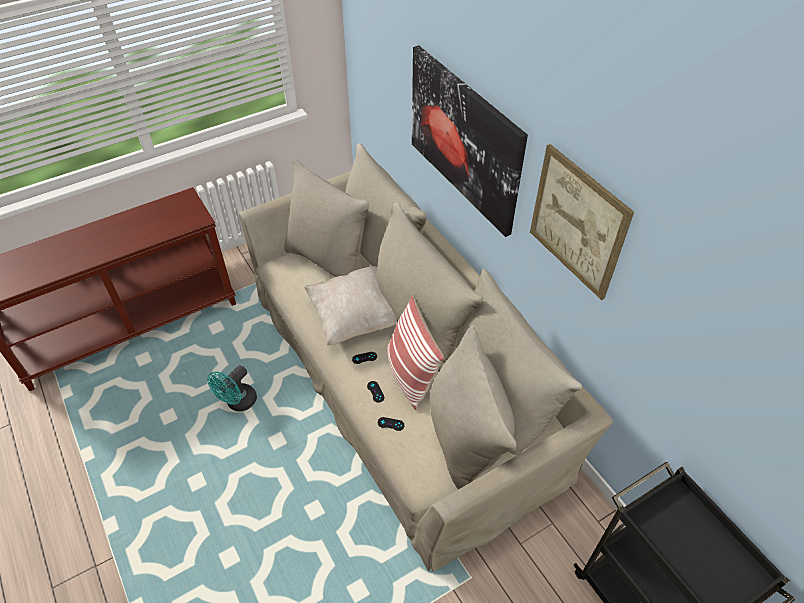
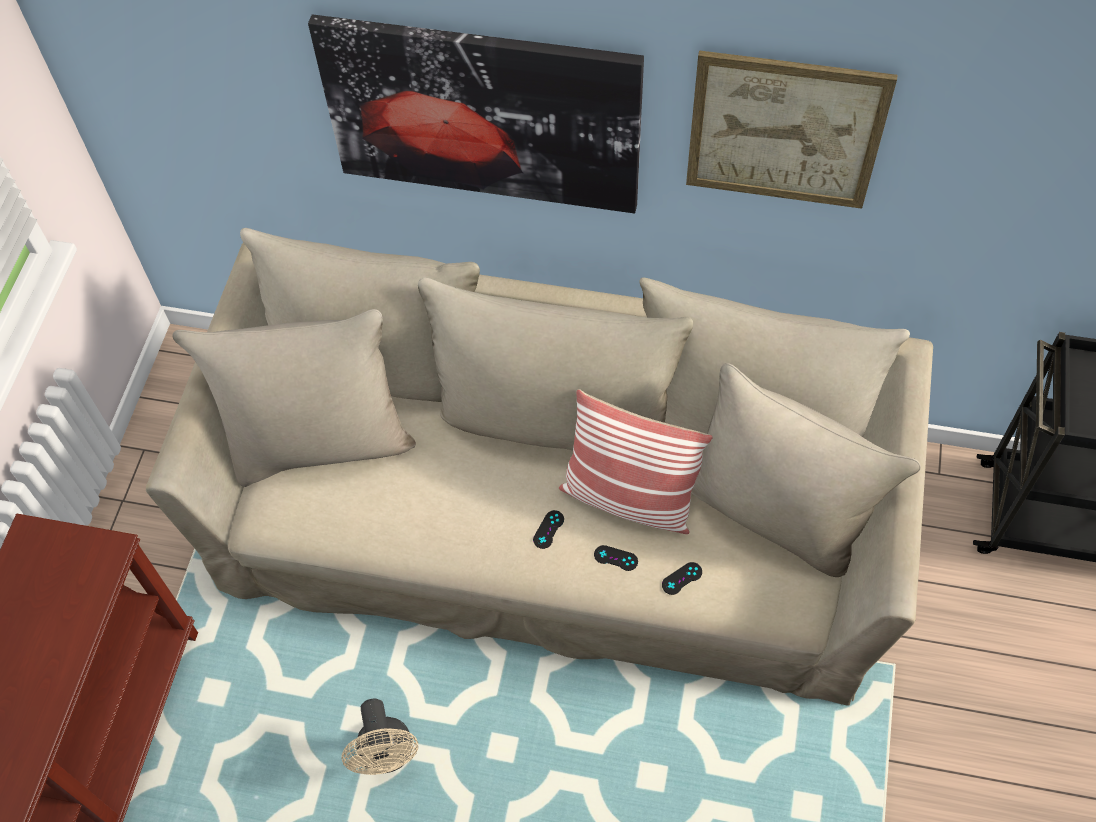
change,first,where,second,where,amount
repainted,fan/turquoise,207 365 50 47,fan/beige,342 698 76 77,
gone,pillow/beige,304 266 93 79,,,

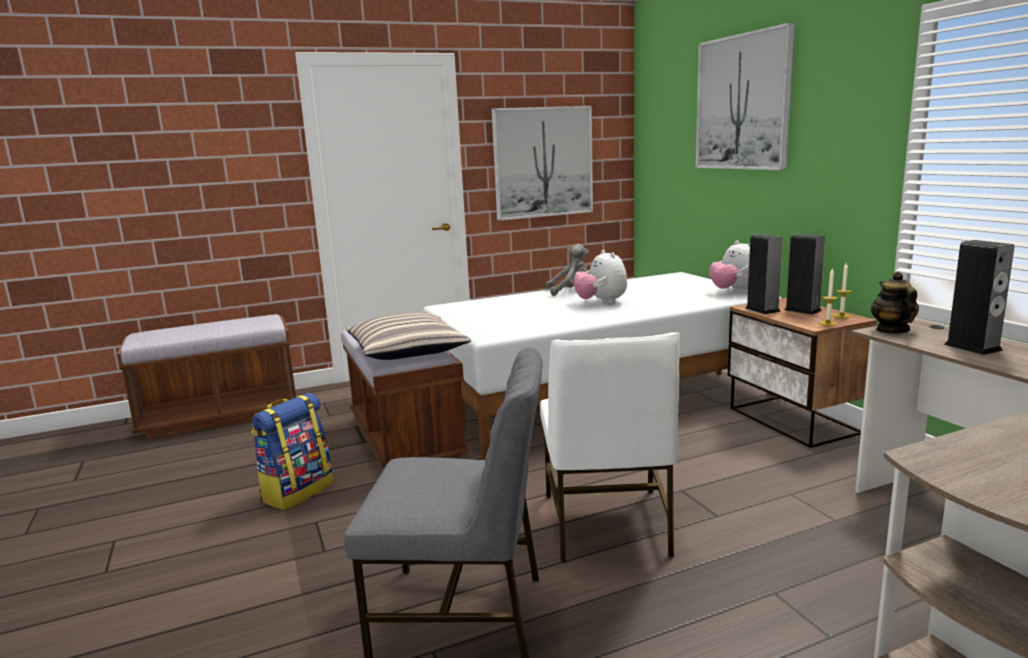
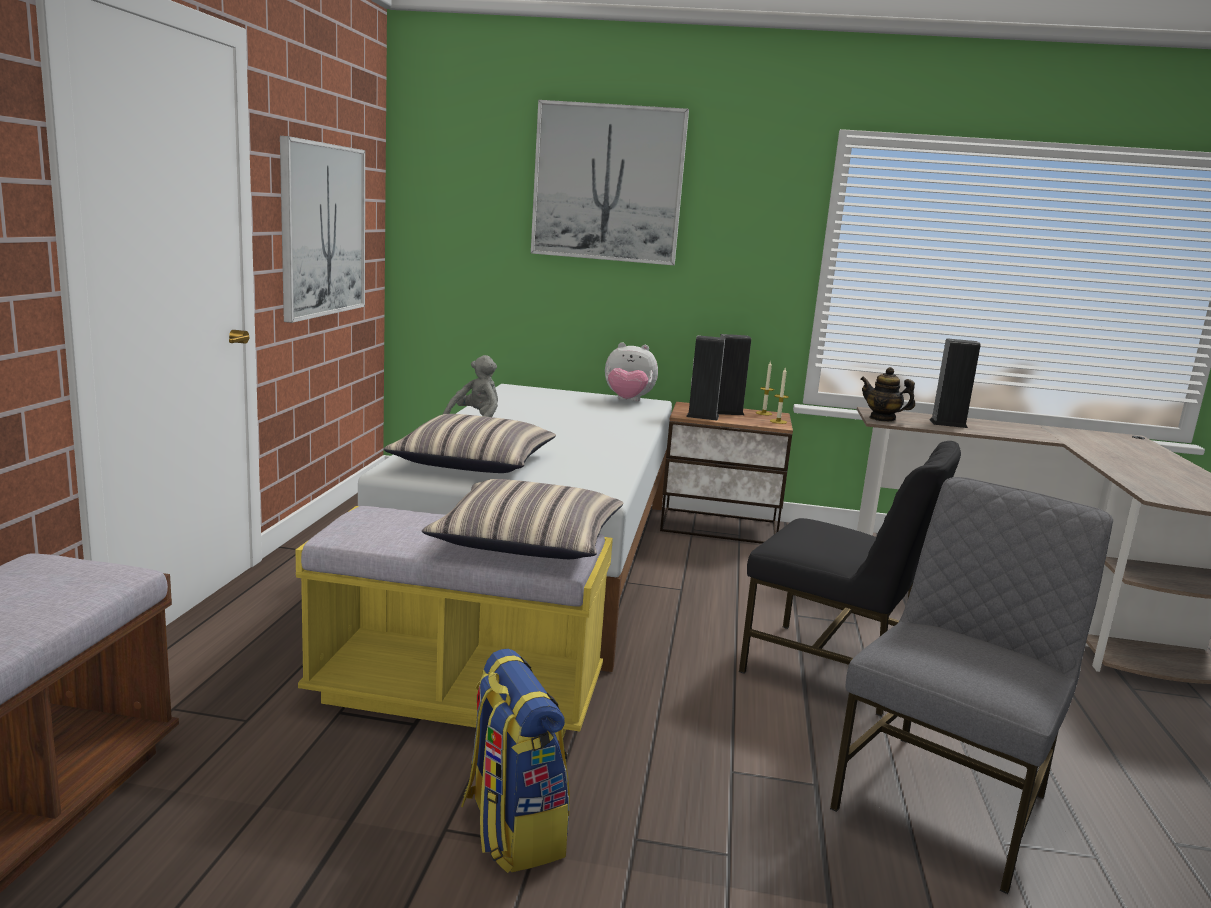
change,first,where,second,where,amount
repainted,bench/brown,341 330 128 140,bench/yellow,295 506 318 235,
repainted,chair/white,540 332 140 231,chair/black,739 441 222 275,
gone,plush toy,573 250 54 54,,,
new,,,pillow,383 414 173 59,

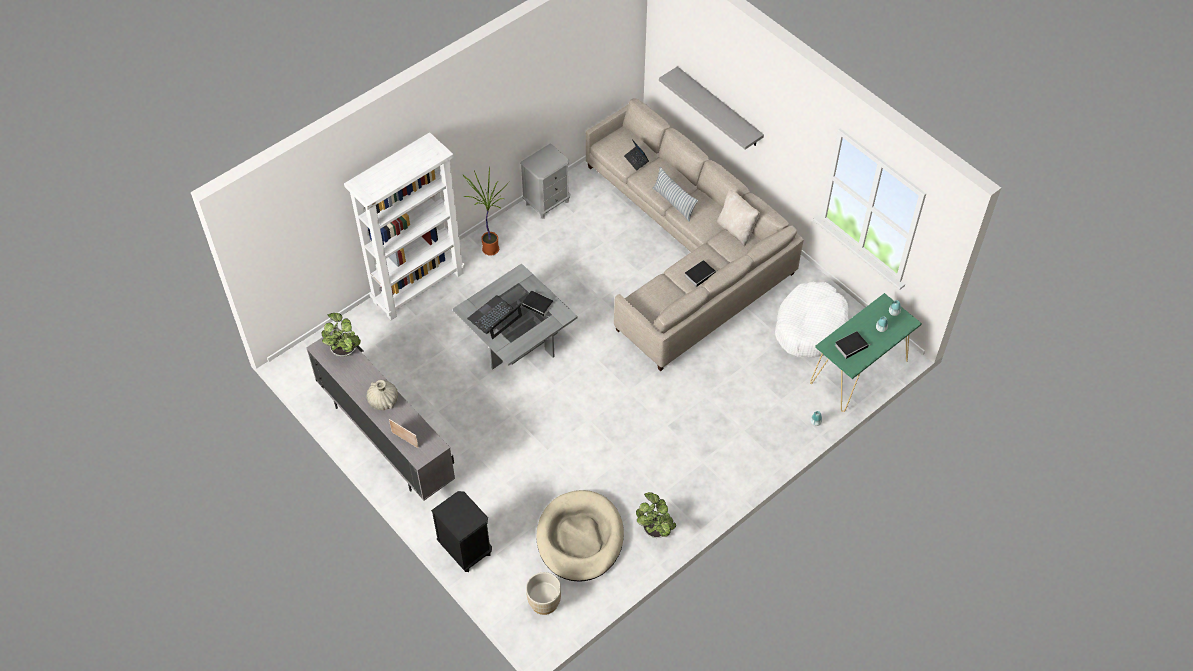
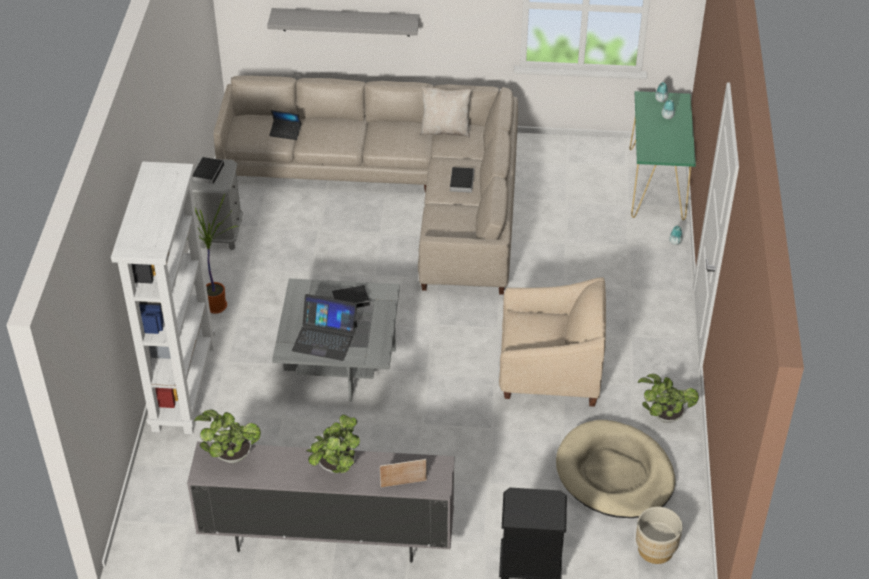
change,first,where,second,where,amount
swapped,vase/beige,366 380 32 30,potted plant,306 414 54 60,
rotated,laptop,467 295 56 44,,292 294 65 67,75 degrees counterclockwise
gone,pillow,652 167 46 55,,,
gone,dog bed/white,775 281 74 76,,,
shifted,book,835 331 35 28,,192 157 33 27,
new,,,armchair/beige,499 277 107 130,

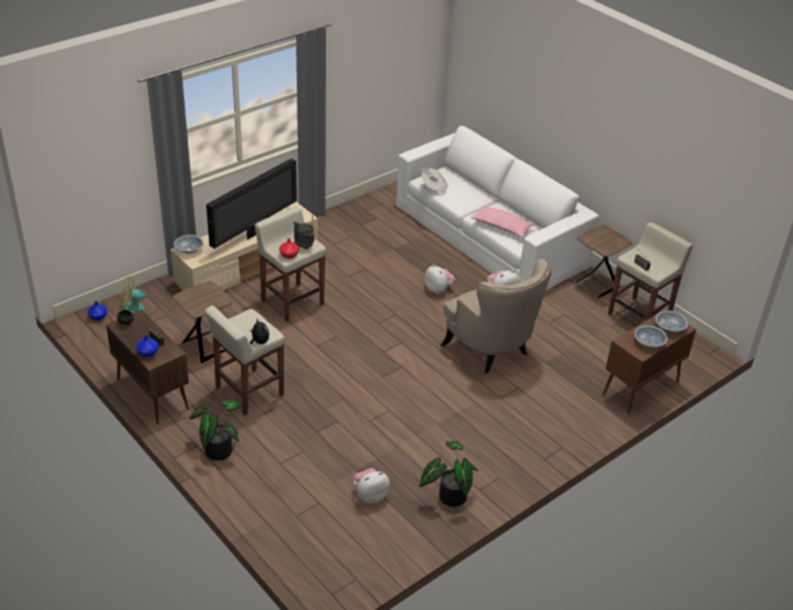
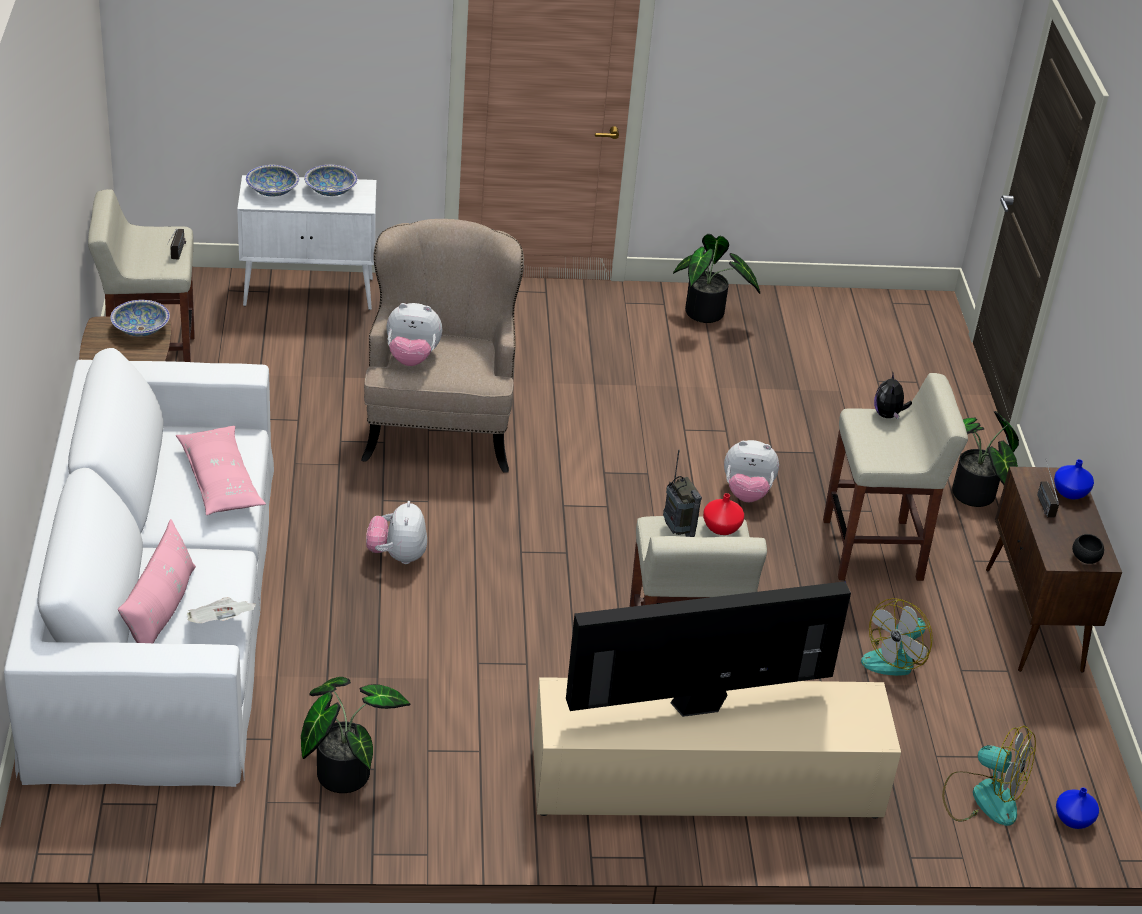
change,first,where,second,where,amount
swapped,side table/brown,173 281 59 82,fan,861 598 72 78,
shifted,bowl,174 235 30 19,,110 300 60 37,
shifted,plush toy,353 468 37 36,,724 440 55 62,
repainted,cabinet/brown,603 309 93 105,cabinet/white,237 175 139 135,
new,,,pillow/pink,118 519 78 124,
new,,,potted plant,301 677 110 116,

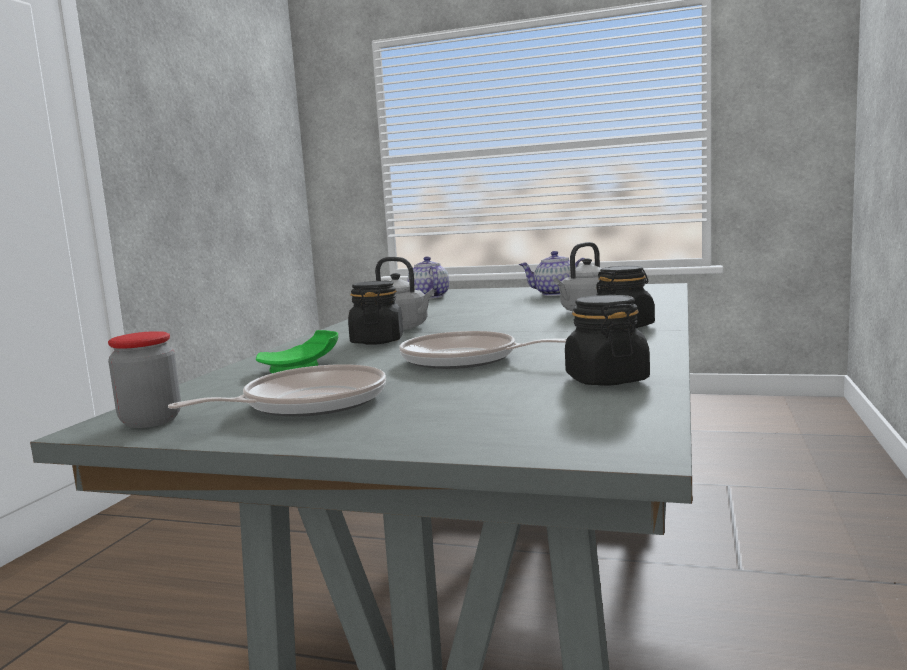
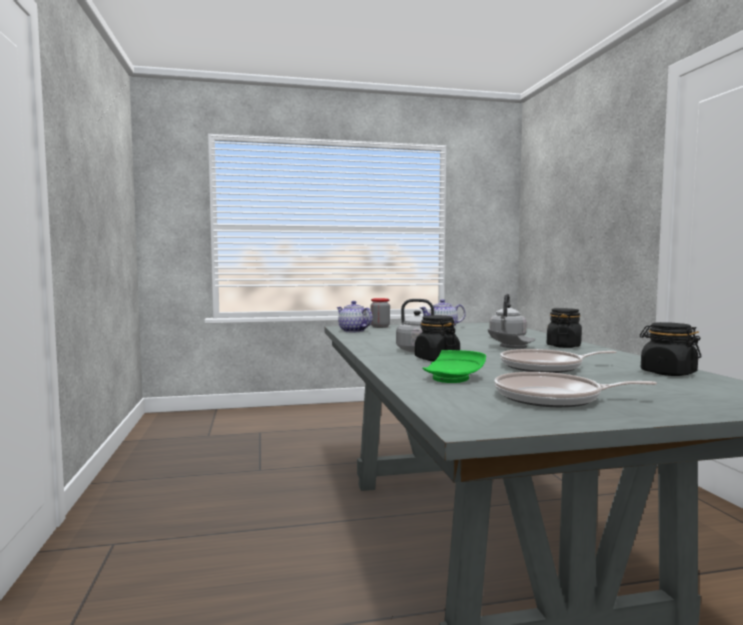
change,first,where,second,where,amount
shifted,jar,108 331 73 97,,370 298 20 30,
rotated,frying pan,168 364 218 52,,494 372 163 35,105 degrees counterclockwise
new,,,plate/grey,488 329 47 20,

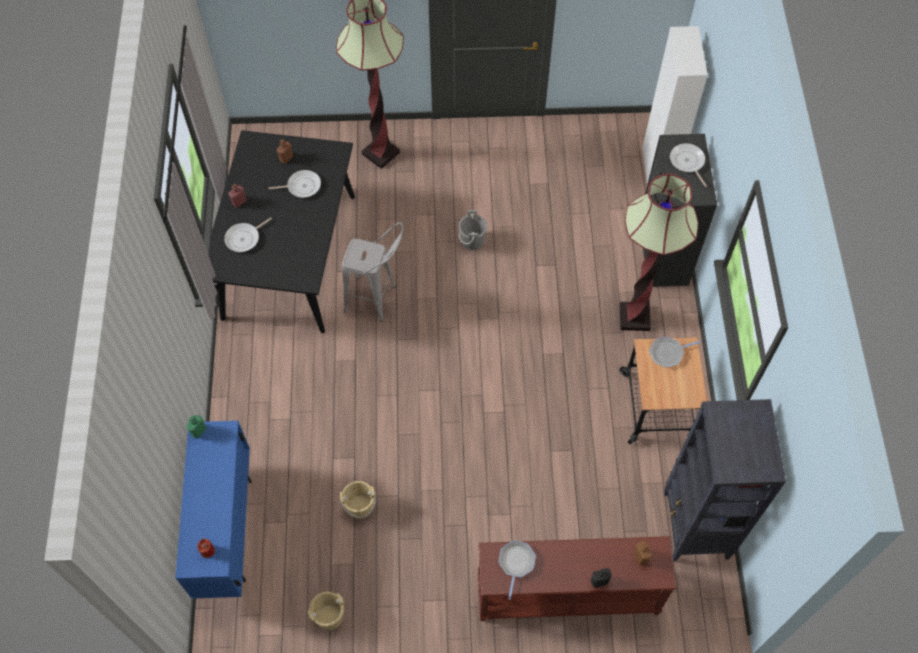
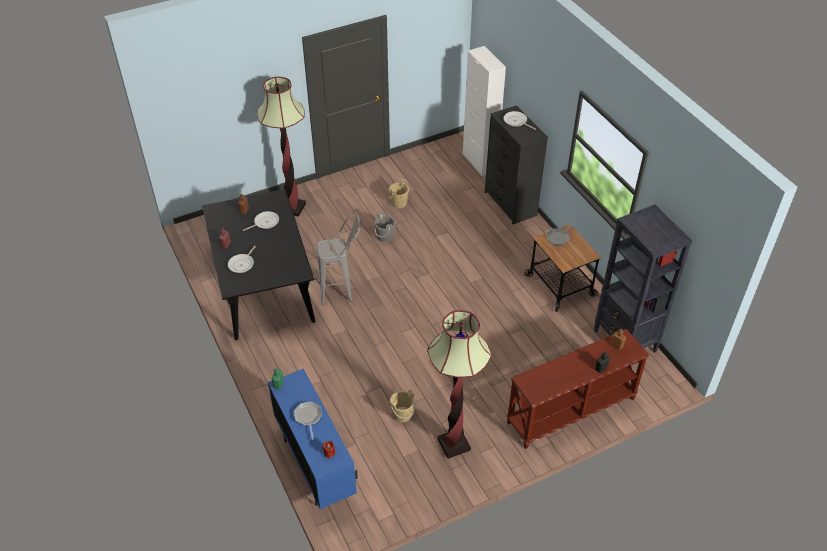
change,first,where,second,where,amount
shifted,bucket/beige,308 592 36 38,,389 179 20 29,
shifted,frying pan,498 540 38 59,,294 401 28 39,
shifted,floor lamp,620 173 79 158,,427 310 65 149,

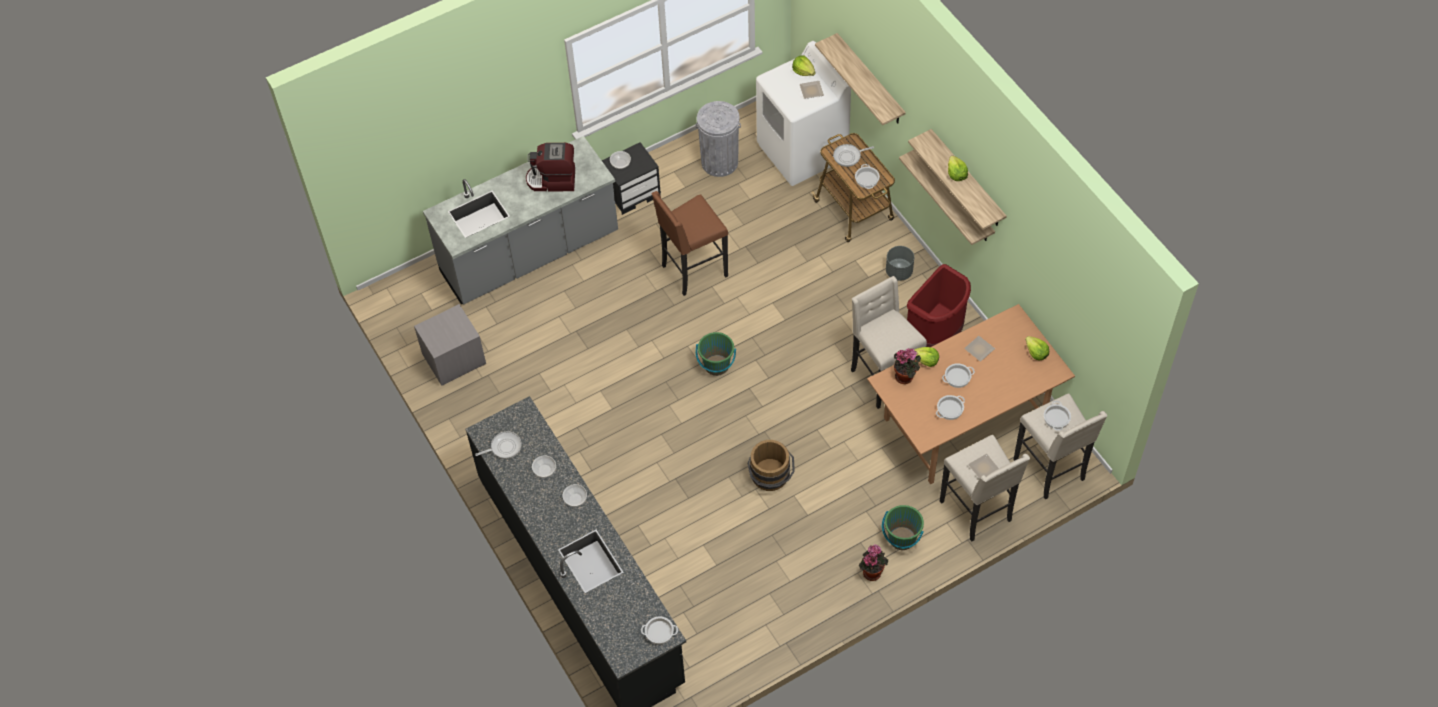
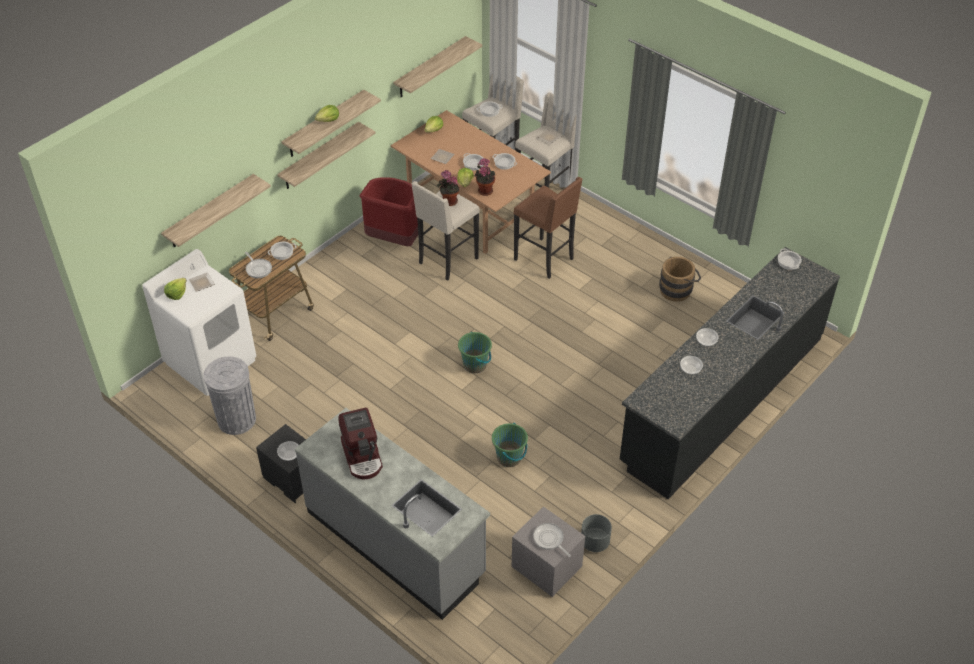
change,first,where,second,where,amount
shifted,frying pan,475 431 47 28,,533 523 38 34,
shifted,stool/brown,652 191 76 105,,514 177 69 102,
shifted,bucket/brown,747 440 48 51,,659 257 42 45,
shifted,potted plant,859 544 29 37,,437 170 22 36,
shifted,bucket/green,882 505 42 45,,492 423 36 44,
shifted,planter/grey,886 246 28 35,,581 514 31 38,
new,,,shelf,393 36 89 61,

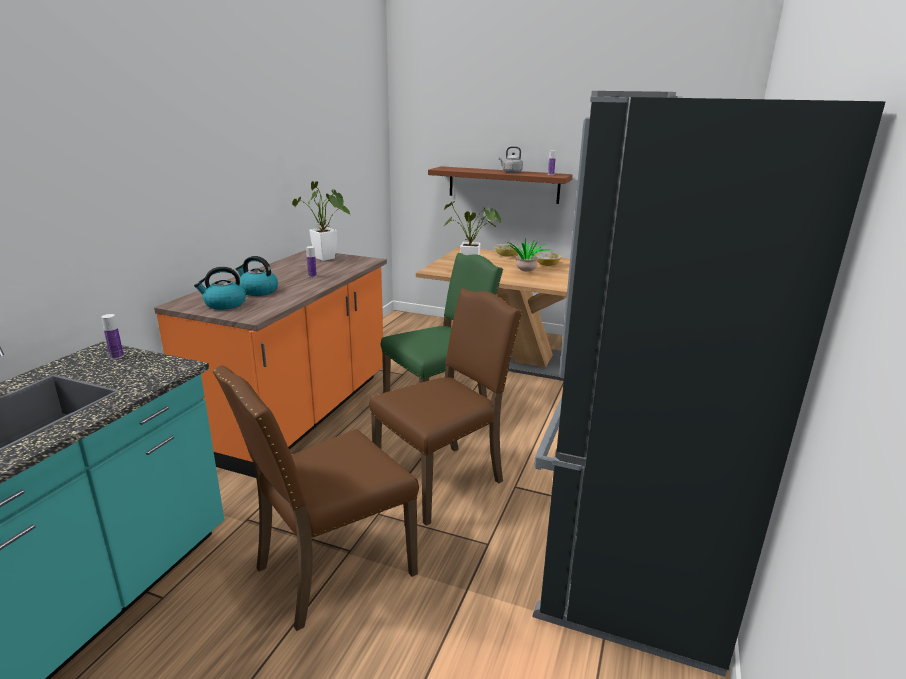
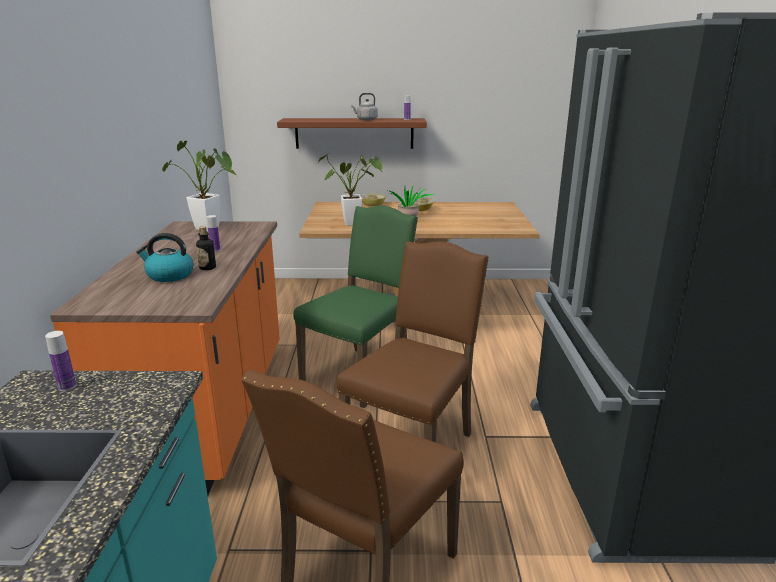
change,first,where,second,where,amount
gone,kettle,194 267 52 43,,,
new,,,bottle,196 226 20 44,

